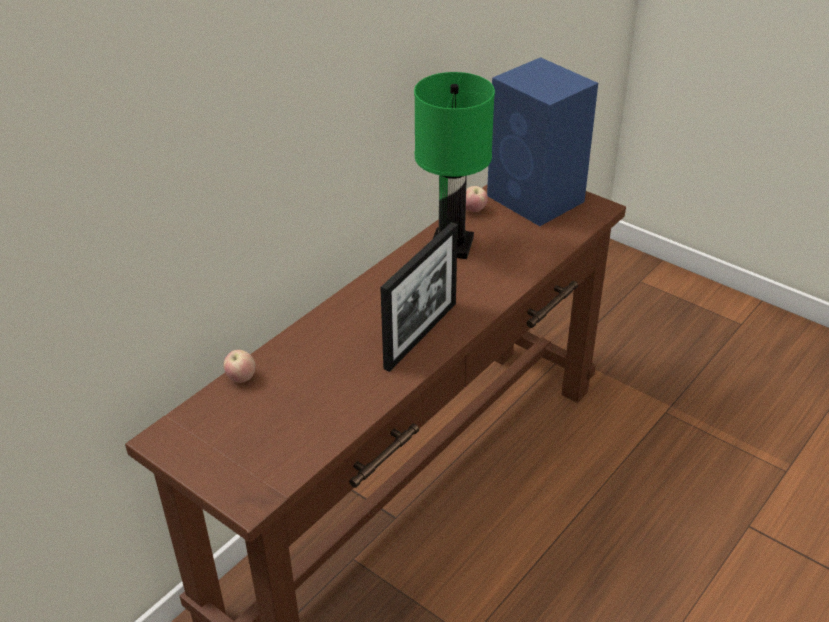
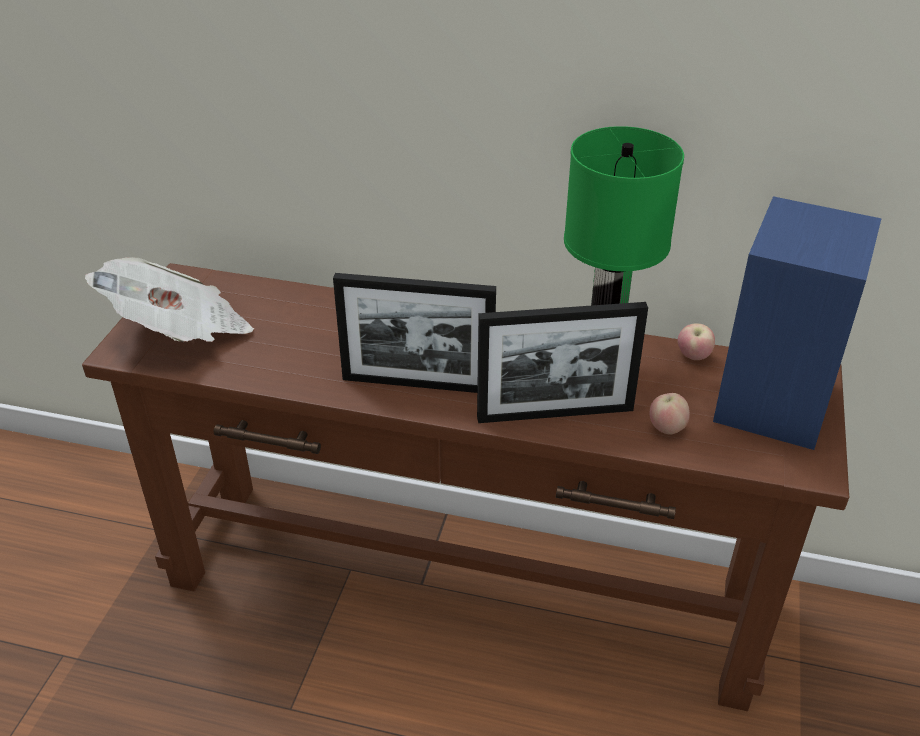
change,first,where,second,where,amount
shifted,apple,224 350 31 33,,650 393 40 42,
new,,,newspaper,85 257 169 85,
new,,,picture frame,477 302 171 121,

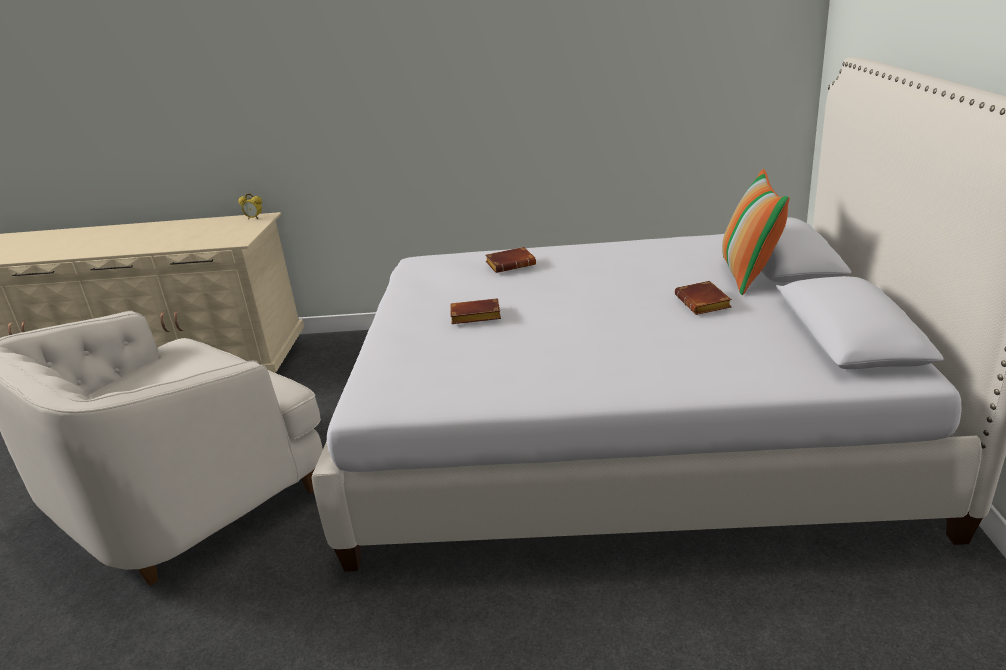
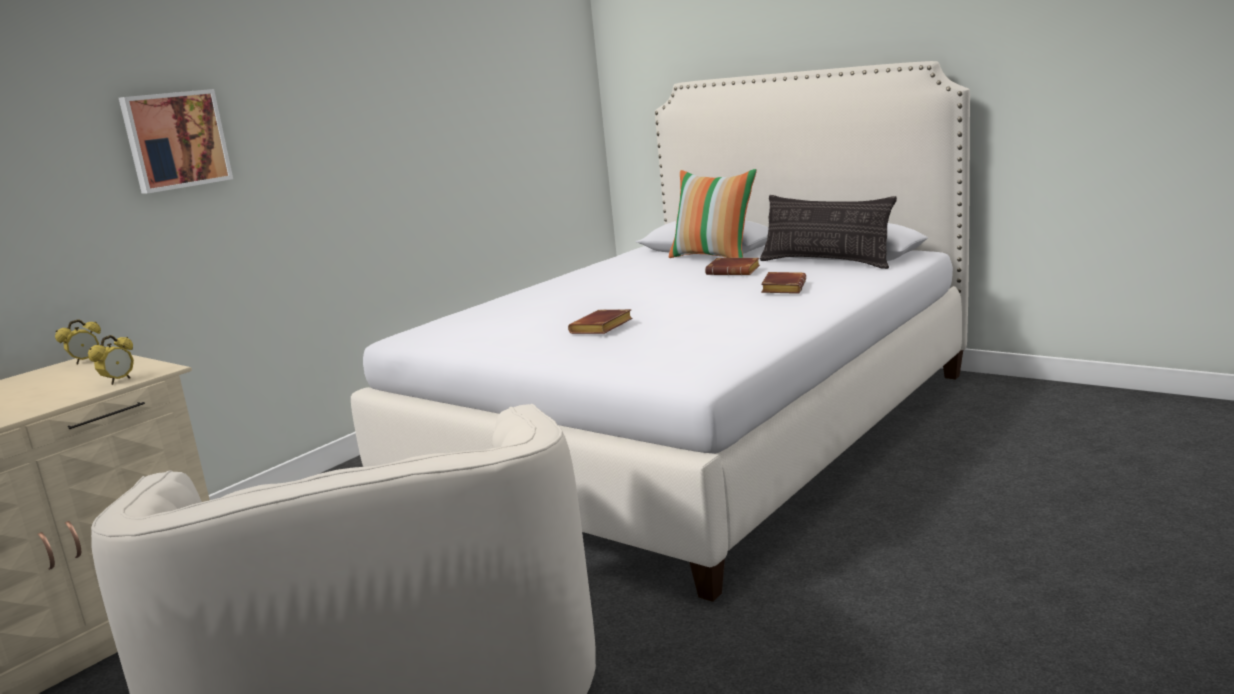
change,first,where,second,where,amount
shifted,book/brown,485 247 51 26,,761 272 45 22,
new,,,alarm clock,88 335 46 50,
new,,,picture,119 89 114 105,
new,,,pillow,760 195 137 74,

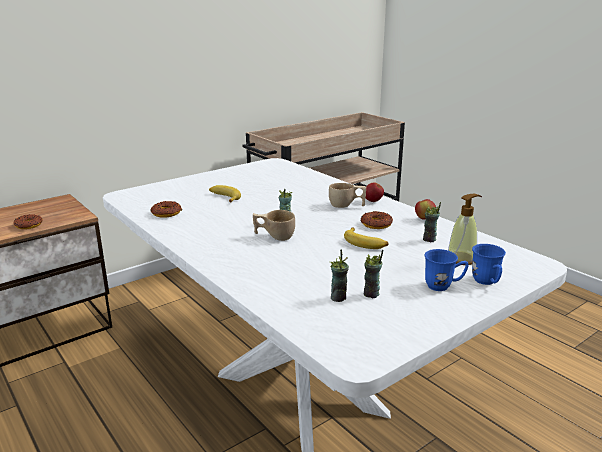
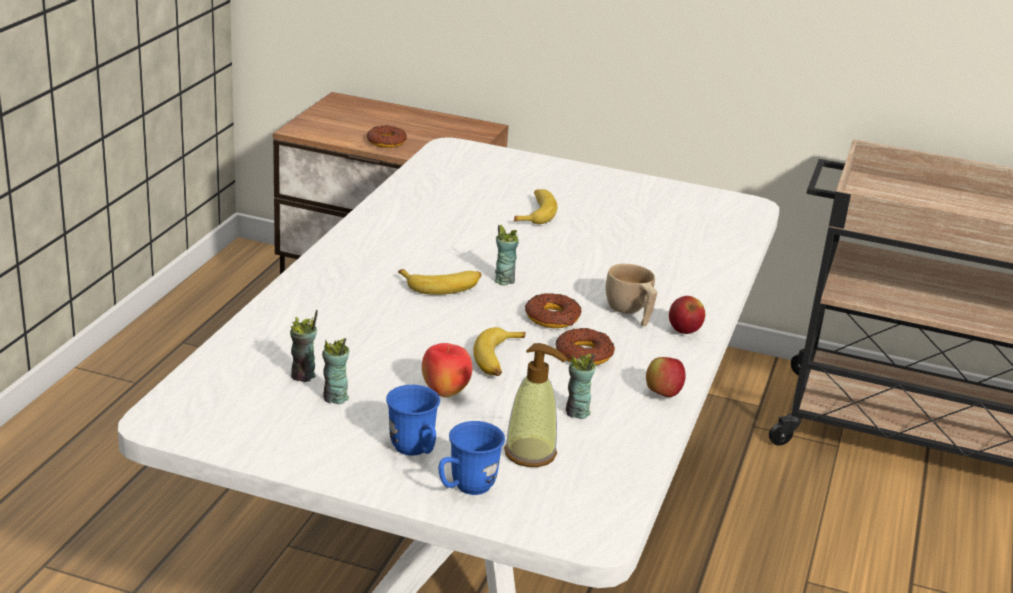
change,first,where,second,where,amount
shifted,donut,151 201 31 17,,525 293 56 35,
swapped,cup/beige,253 210 42 31,banana,398 269 84 26,
new,,,apple,422 343 50 54,

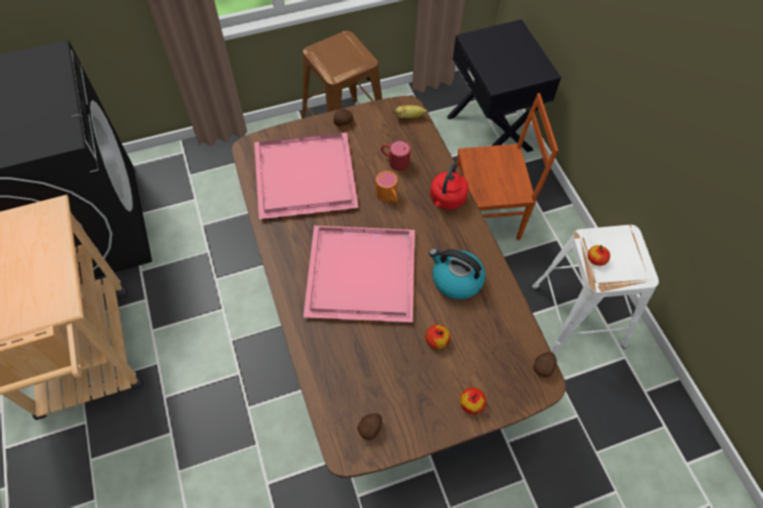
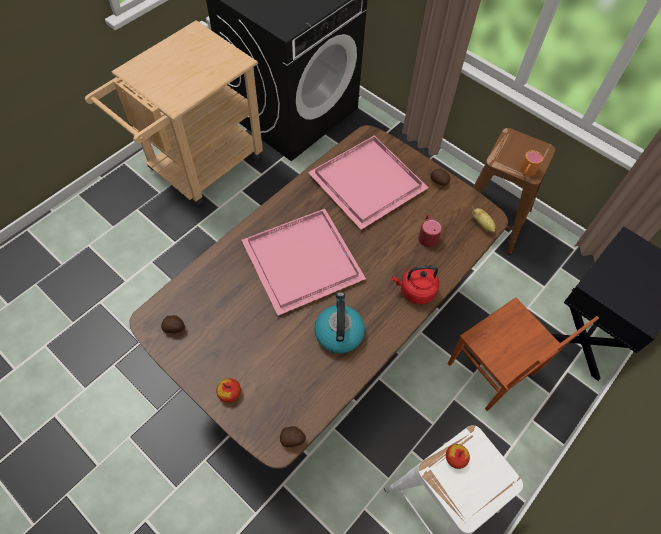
change,first,where,second,where,amount
shifted,mug/orange,376 171 22 32,,520 150 23 26,
gone,apple,425 325 25 24,,,

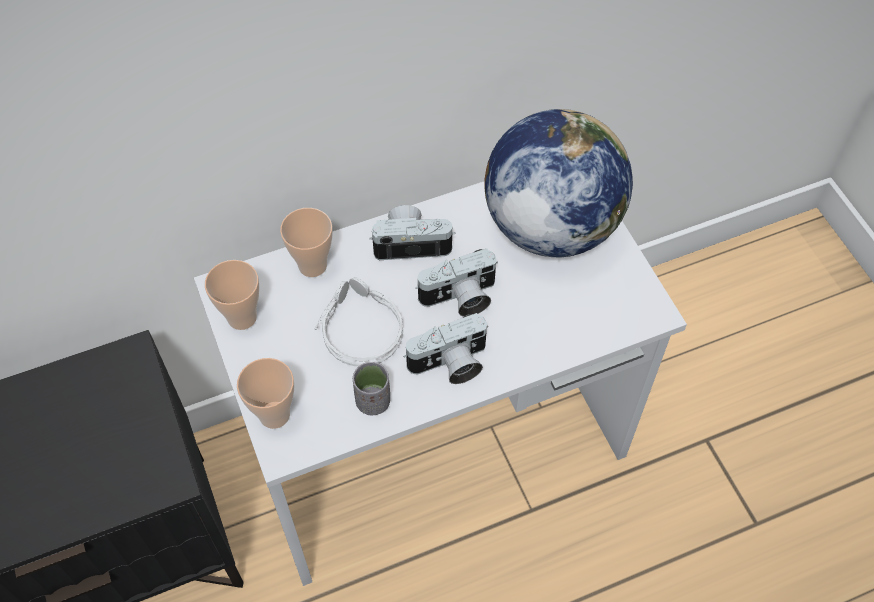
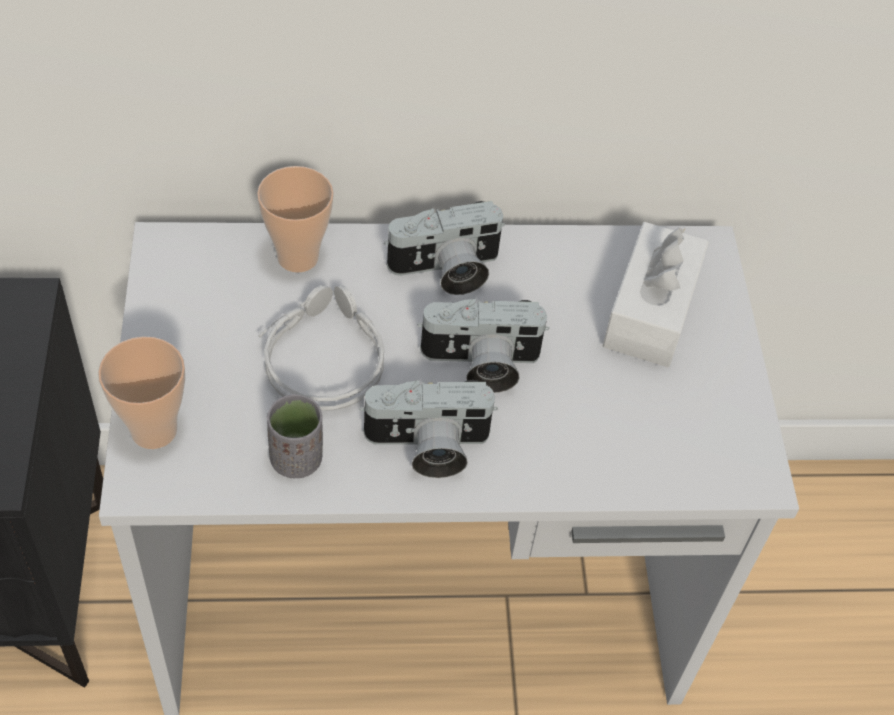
change,first,where,second,where,amount
gone,cup,205 260 54 70,,,
rotated,photo camera,369 205 86 55,,384 201 121 94,150 degrees clockwise
swapped,globe,484 109 149 148,tissue box/white,603 222 106 145,

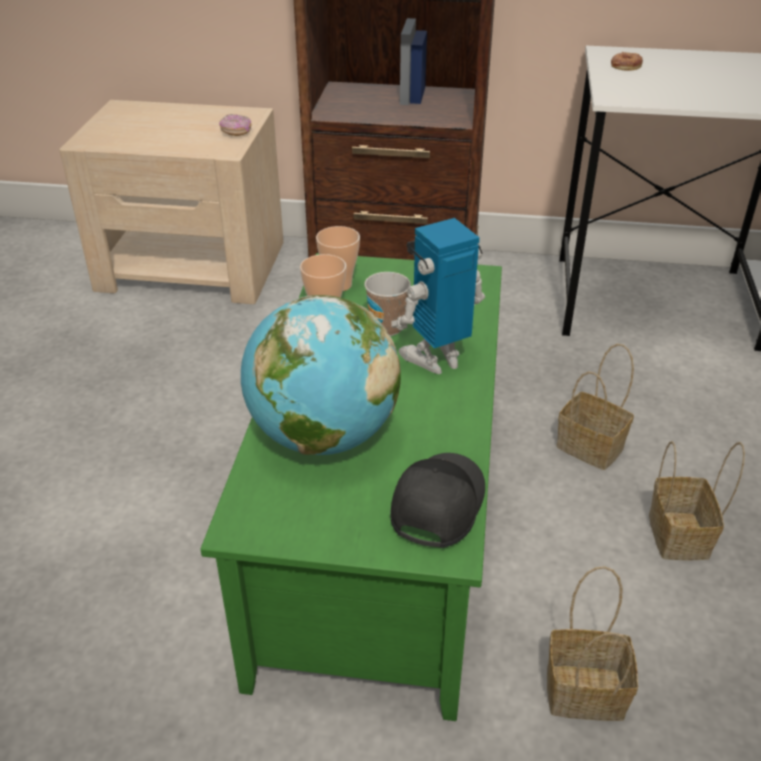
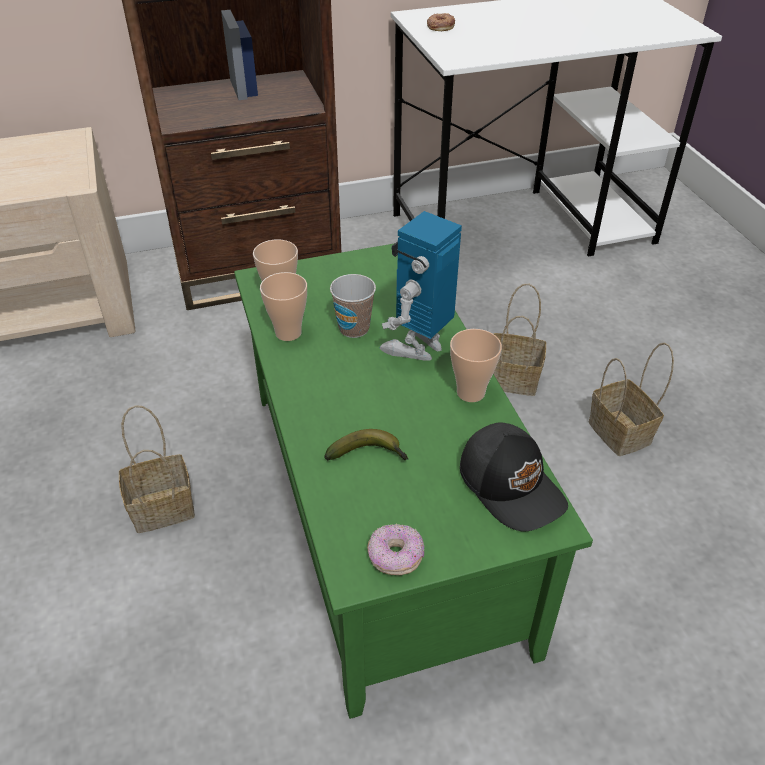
change,first,where,second,where,amount
shifted,donut,219 114 32 22,,367 524 57 51,
swapped,globe,241 295 160 160,banana,324 429 84 31,
rotated,cap/black,391 453 94 95,,460 422 108 110,150 degrees clockwise
shifted,basket,547 566 91 155,,119 405 76 128,
new,,,cup,450 329 52 73,

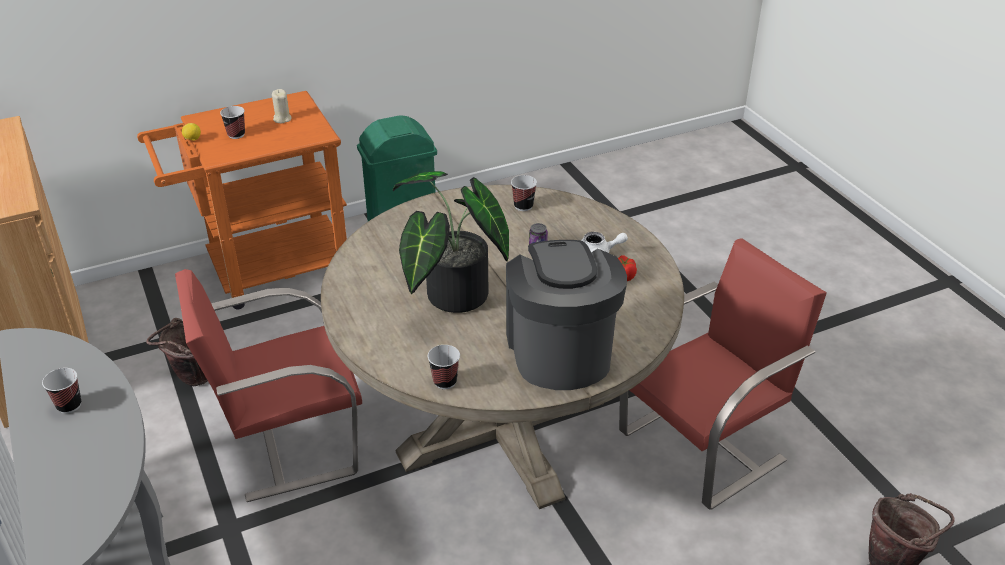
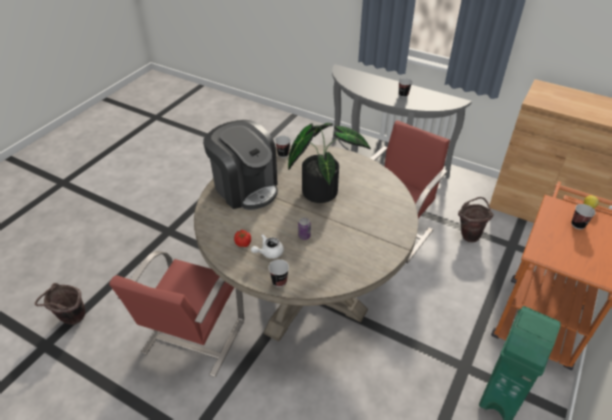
change,first,where,second,where,amount
gone,candle/beige,272 89 19 34,,,
shifted,cup,511 175 26 36,,268 259 21 28,

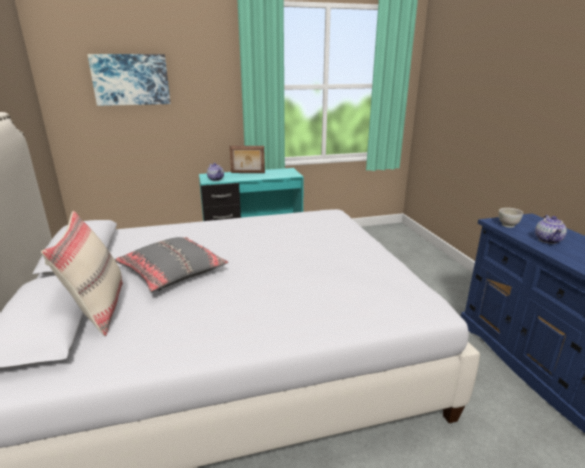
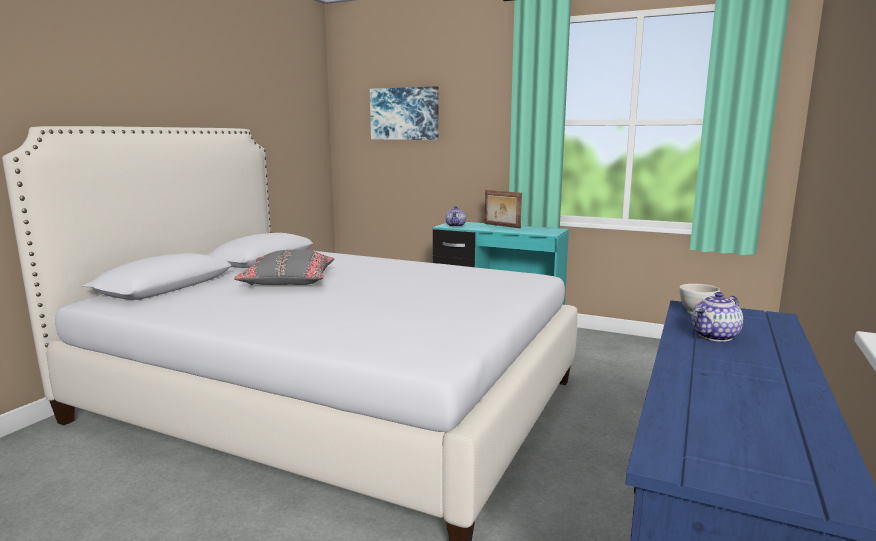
change,first,where,second,where,amount
gone,pillow/beige,41 211 82 125,,,

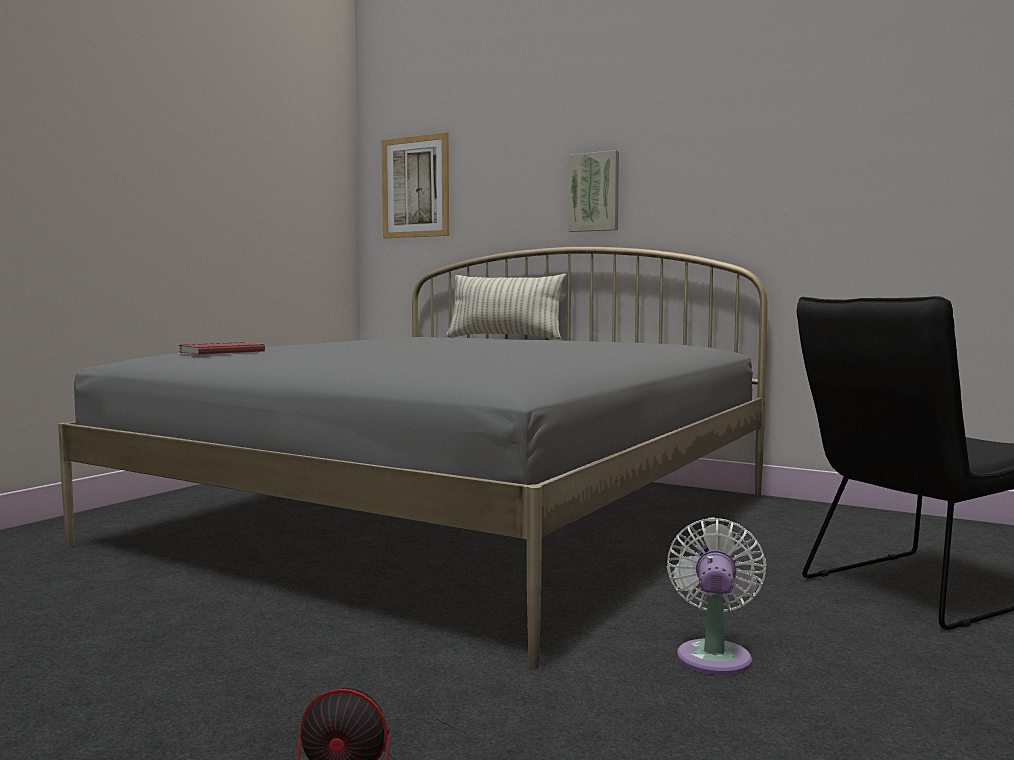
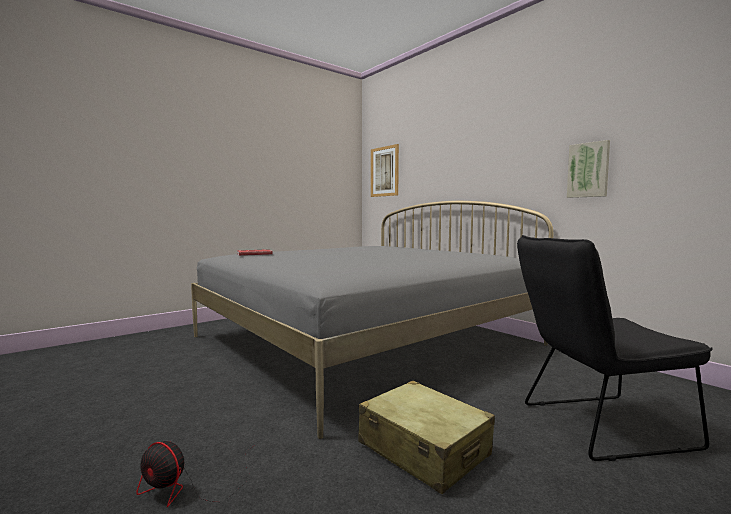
change,first,where,second,where,amount
gone,pillow,446 274 120 66,,,
shifted,picture,568 150 51 82,,567 140 43 58,
swapped,fan/white,667 518 100 158,suitcase/beige,358 381 137 113,

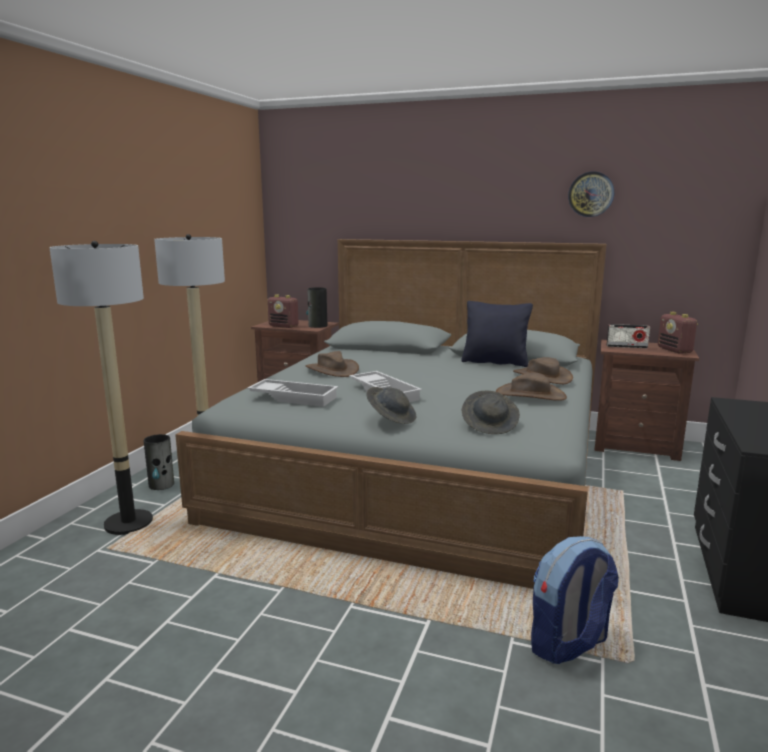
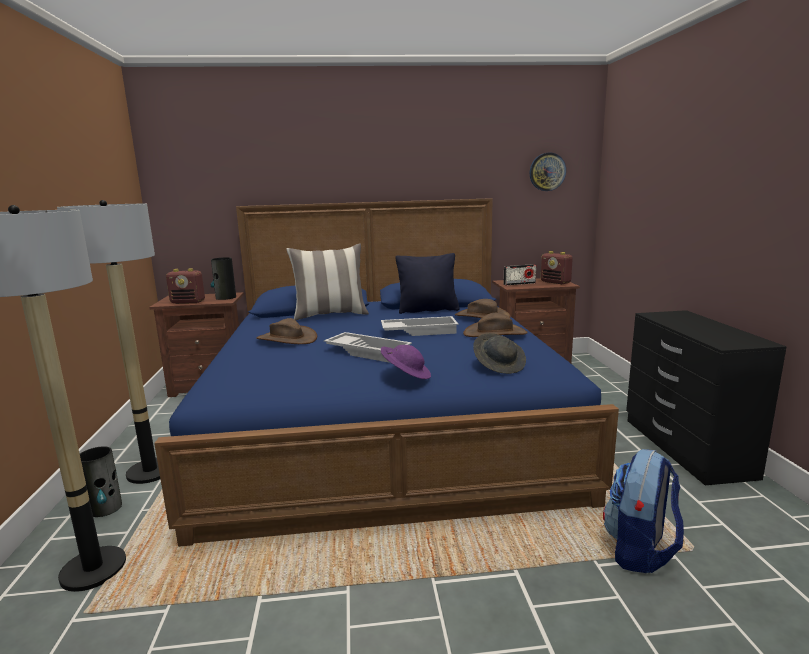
change,first,where,second,where,amount
repainted,bed/grey,175 239 431 350,bed/blue,154 198 465 349,
shifted,tray/white,247 379 92 28,,381 316 77 20,
repainted,hat/grey,366 387 50 37,hat/purple,381 345 50 34,
shifted,wall clock,568 172 46 45,,530 153 36 38,
new,,,pillow,286 243 83 77,

